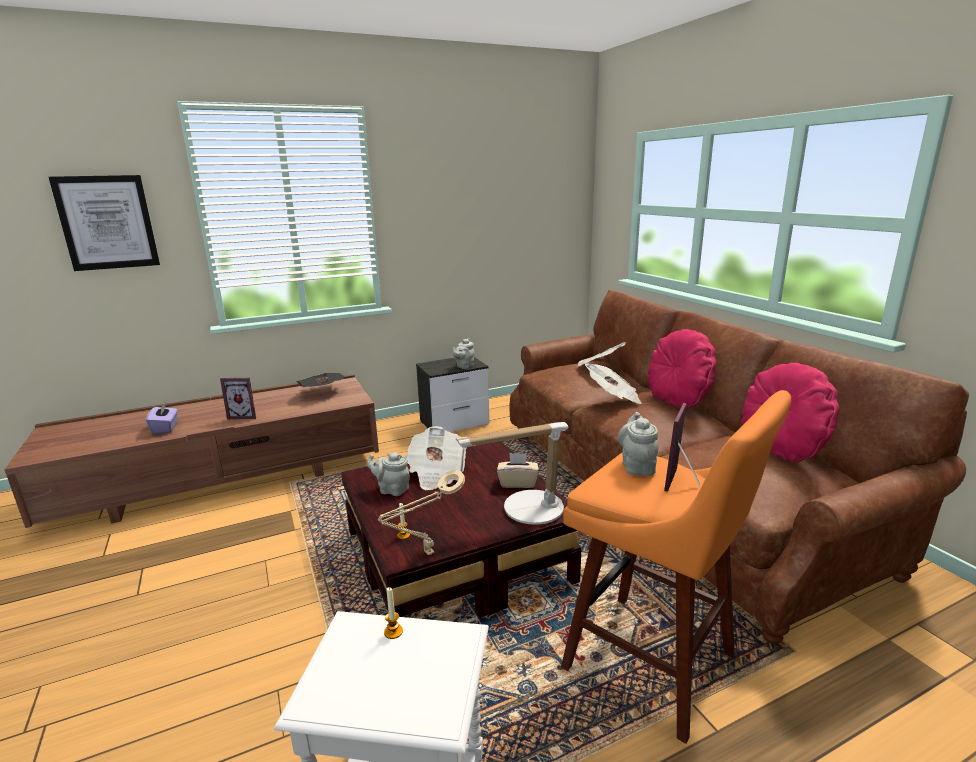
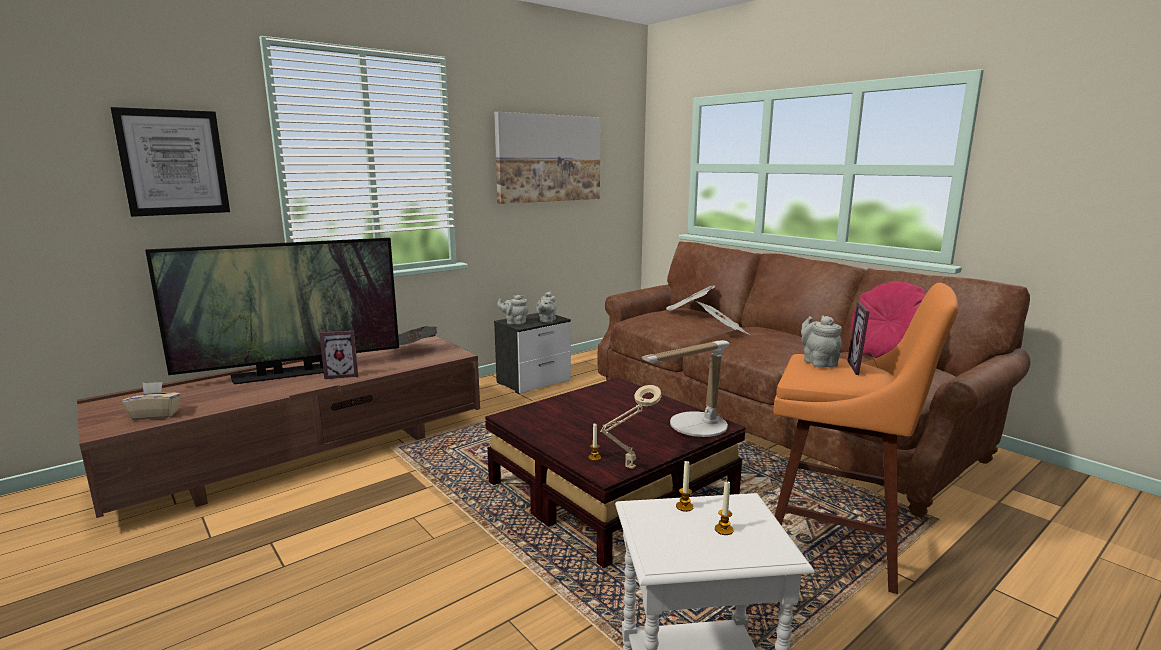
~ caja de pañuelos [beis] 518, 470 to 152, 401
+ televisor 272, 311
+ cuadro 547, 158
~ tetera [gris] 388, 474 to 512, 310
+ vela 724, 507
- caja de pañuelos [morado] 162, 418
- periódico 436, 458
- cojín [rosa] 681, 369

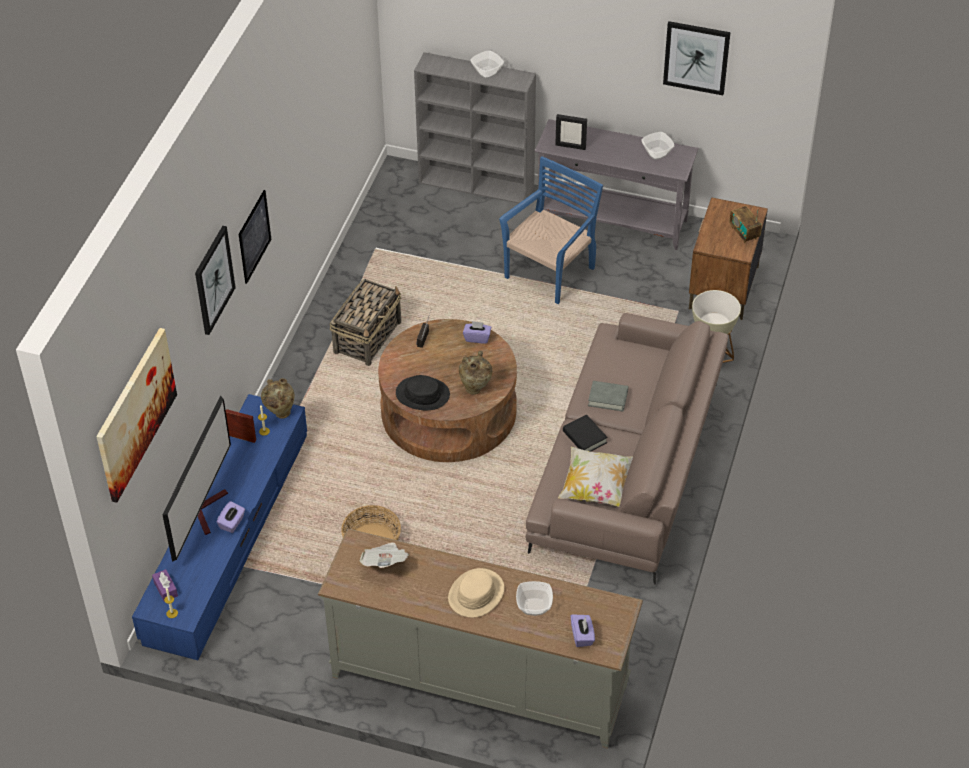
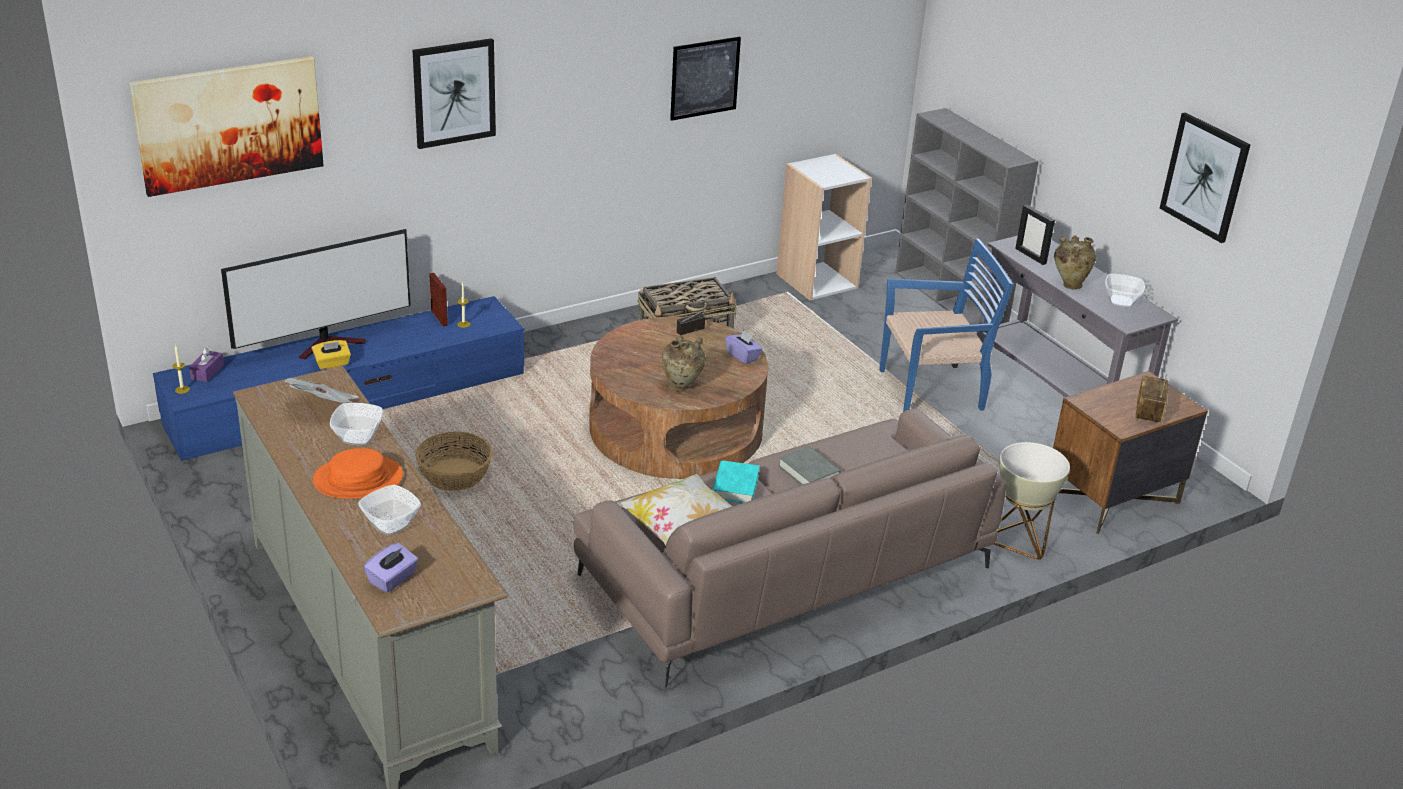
~ caja de pañuelos [morado] 231, 517 to caja de pañuelos [amarillo] 331, 355
~ sombrero [beis] 476, 593 to sombrero [naranja] 358, 473
~ cuenco 487, 64 to 356, 424
~ cuadro 255, 237 to 705, 79
~ libro [negro] 585, 433 to libro [turquesa] 736, 482
+ estantería 824, 227
~ florero [beis] 278, 398 to 1075, 262
- sombrero [negro] 423, 392

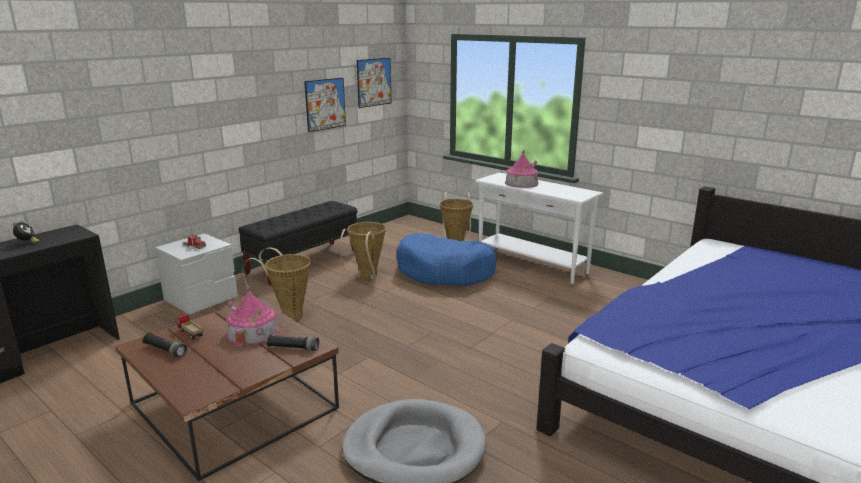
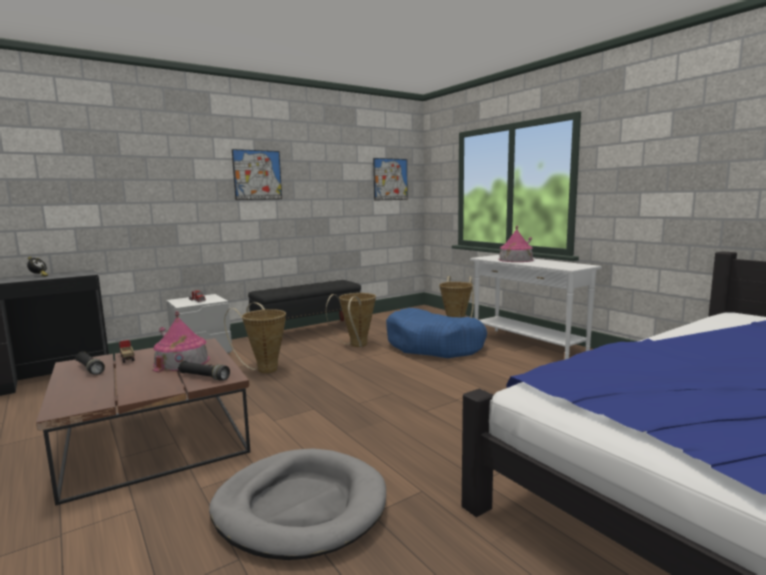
~ cuadro 325, 105 to 257, 174

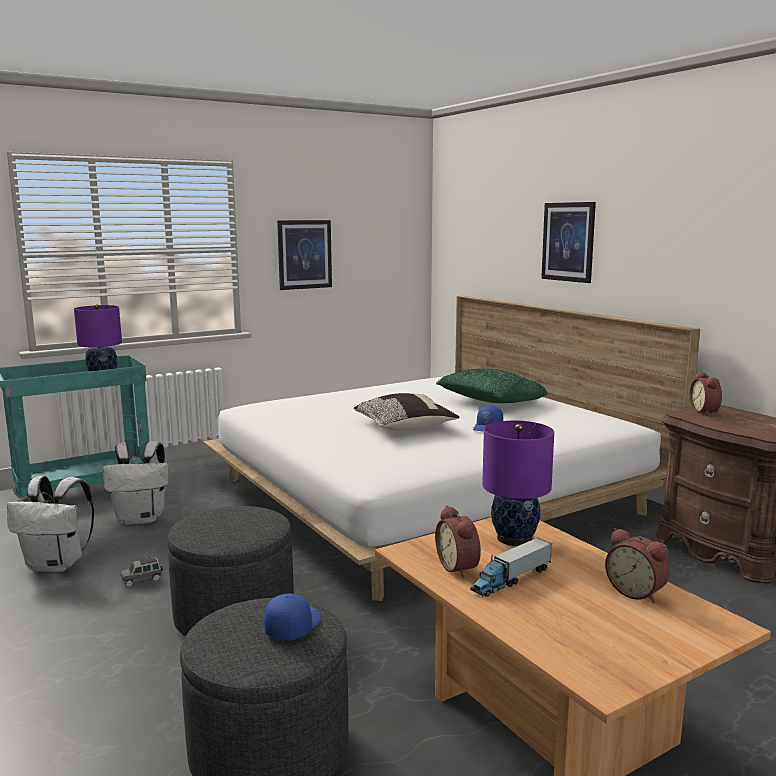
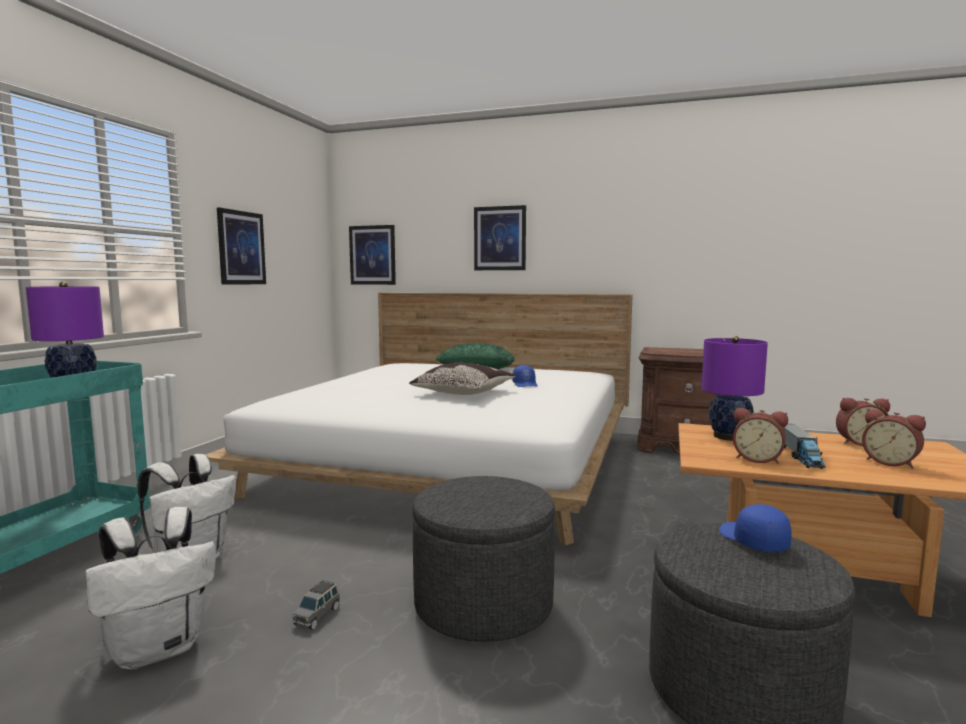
+ cuadro 372, 255
~ despertador 705, 393 to 894, 439

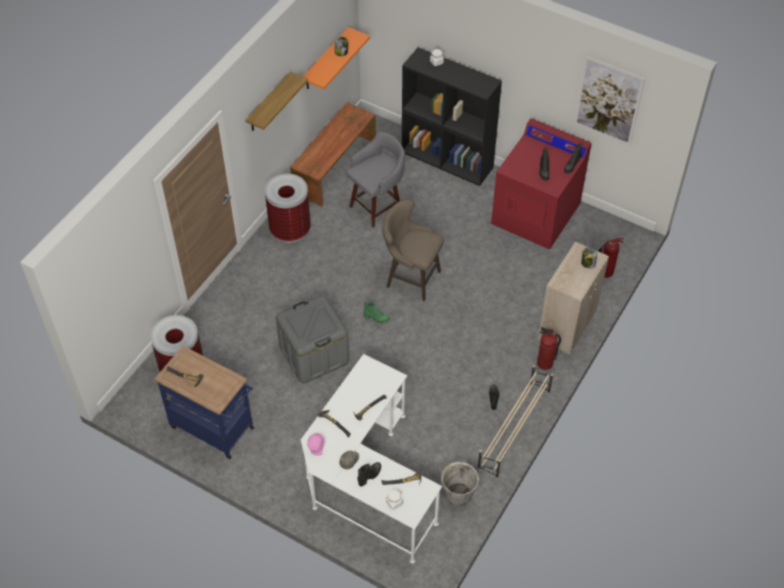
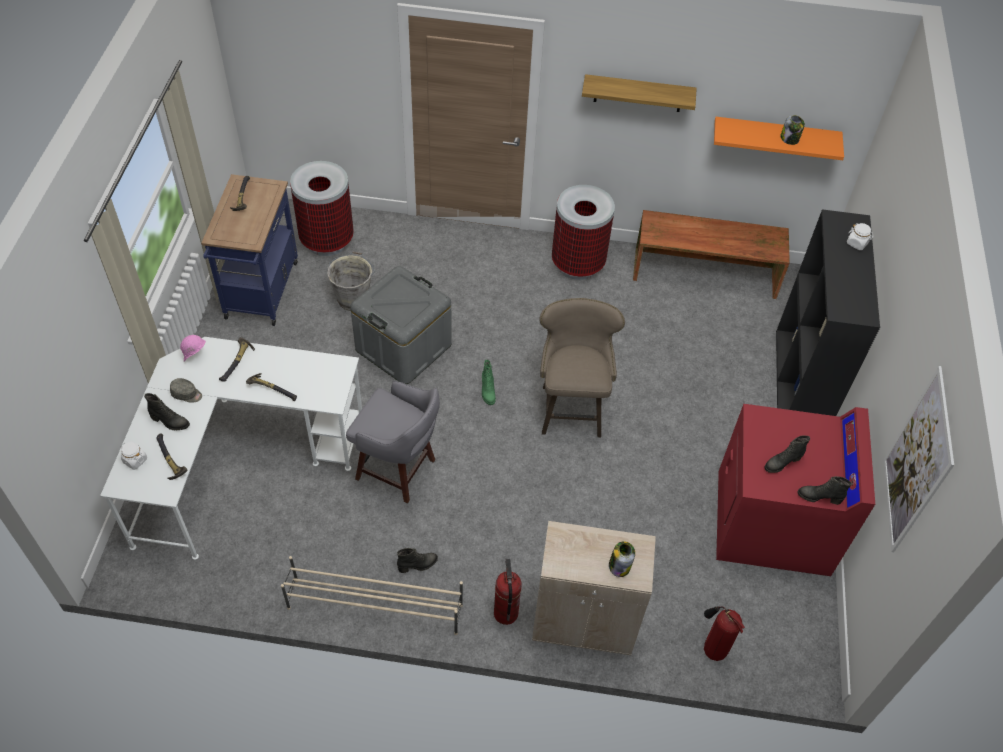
~ cubo [gris] 459, 483 to 351, 281
~ taburete [gris] 375, 179 to 393, 442

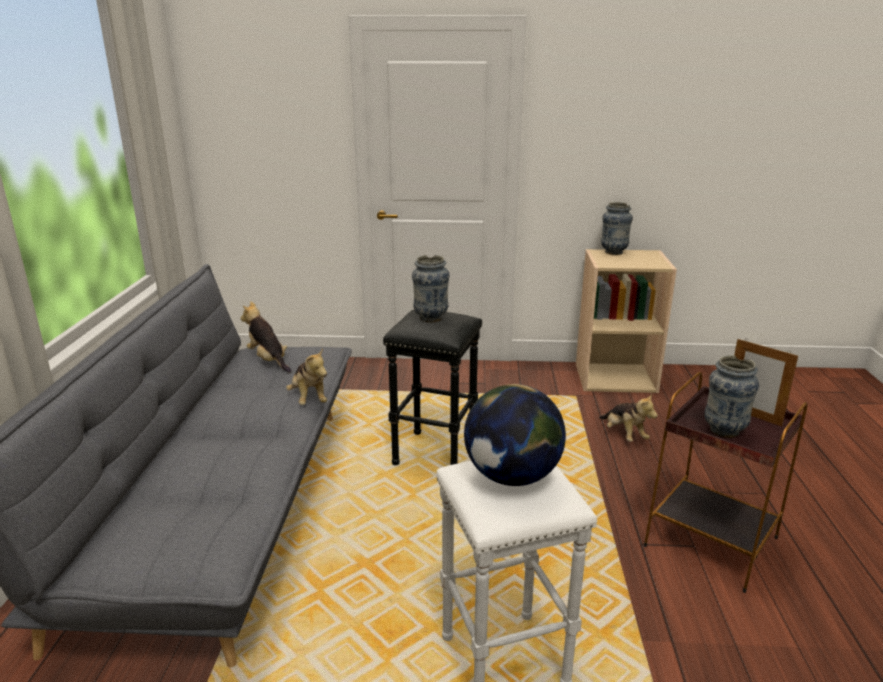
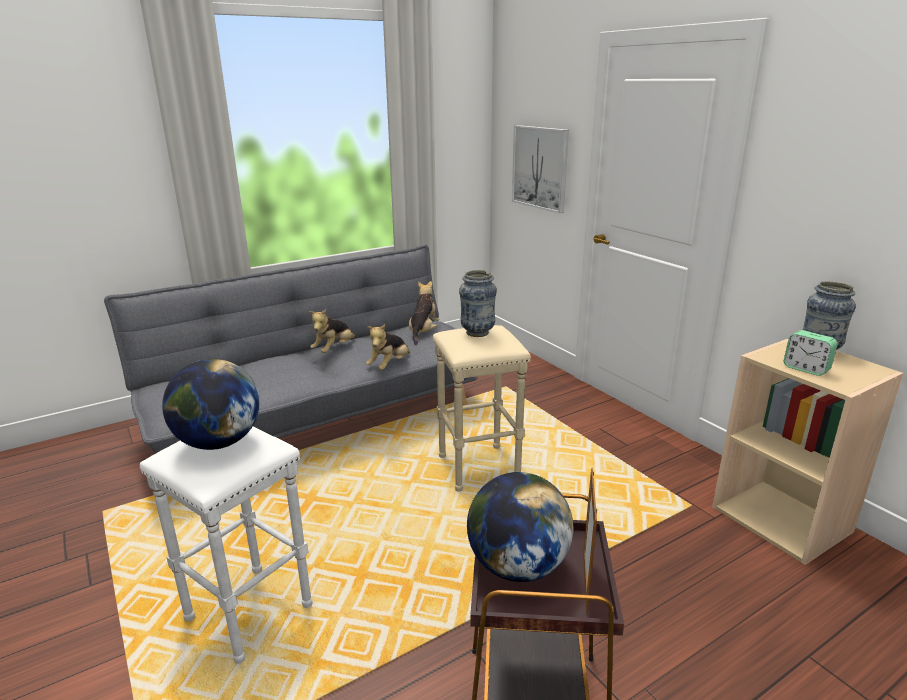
~ peluche 628, 418 to 332, 331
~ taburete [negro] 432, 387 to taburete [beis] 482, 408
~ florero 731, 396 to globo terráqueo 520, 527
+ cuadro 540, 169
+ despertador 811, 353

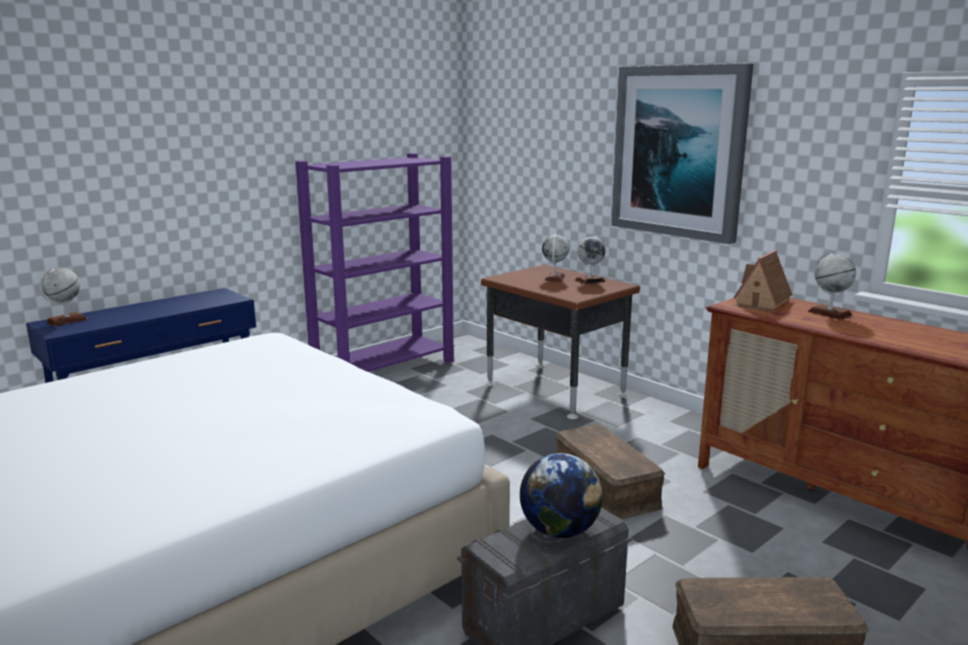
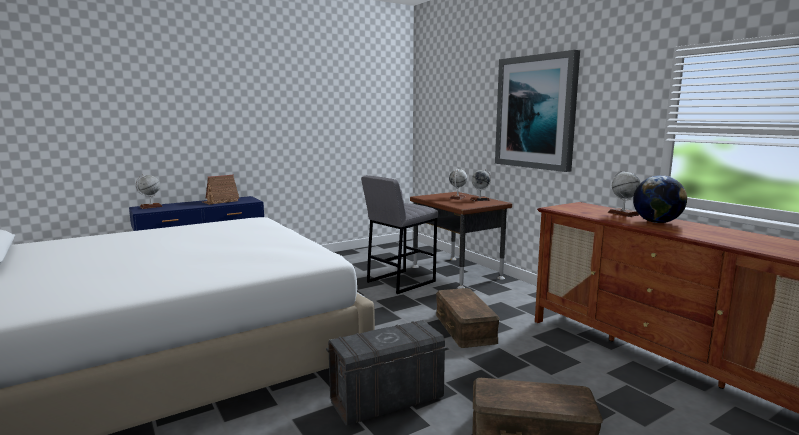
~ casita 762, 281 to 221, 189
+ taburete [gris] 399, 234
~ globo terráqueo 561, 495 to 660, 199
- estantería [morado] 374, 262

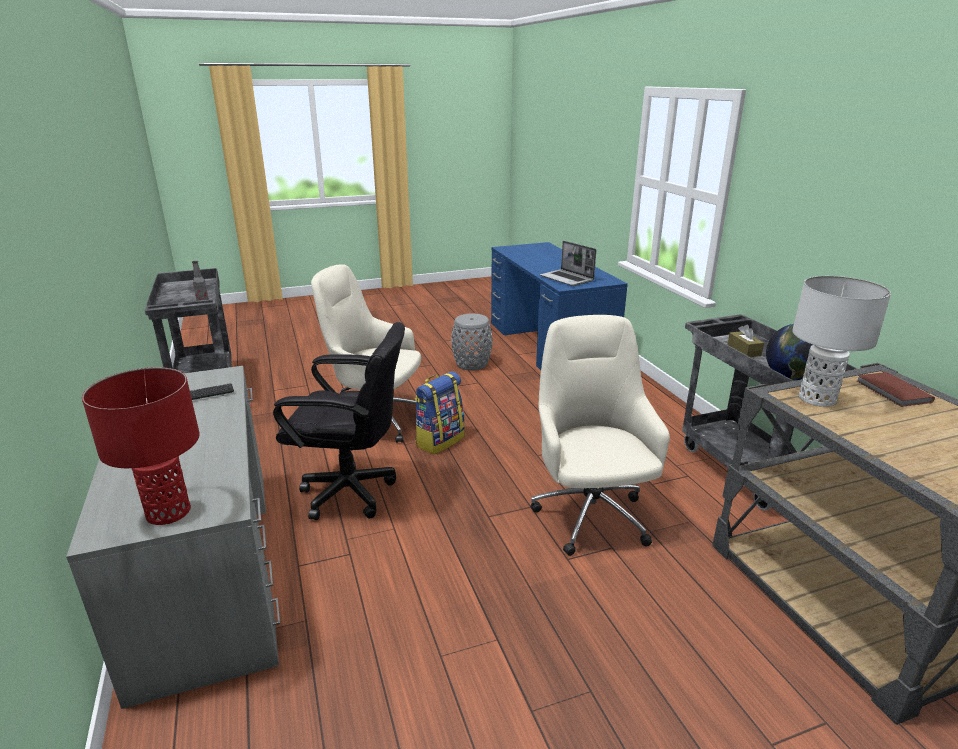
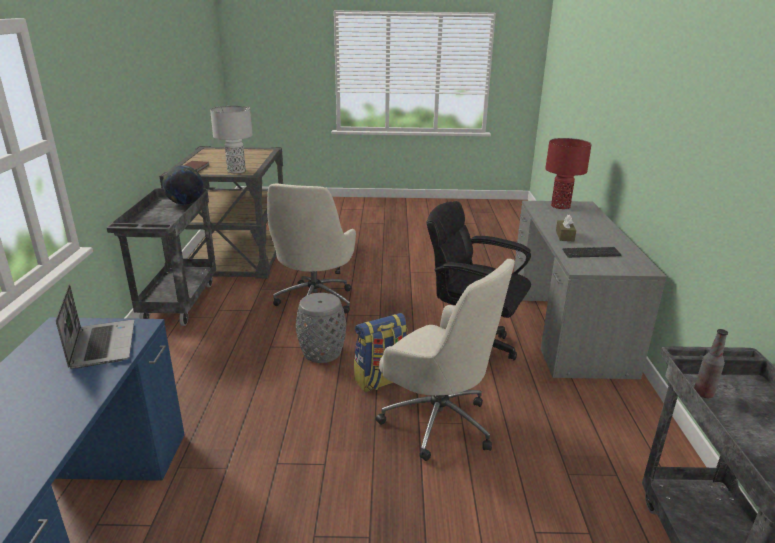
~ taburete [gris] 472, 342 to 321, 328
~ caja de pañuelos [marrón] 745, 341 to 566, 227

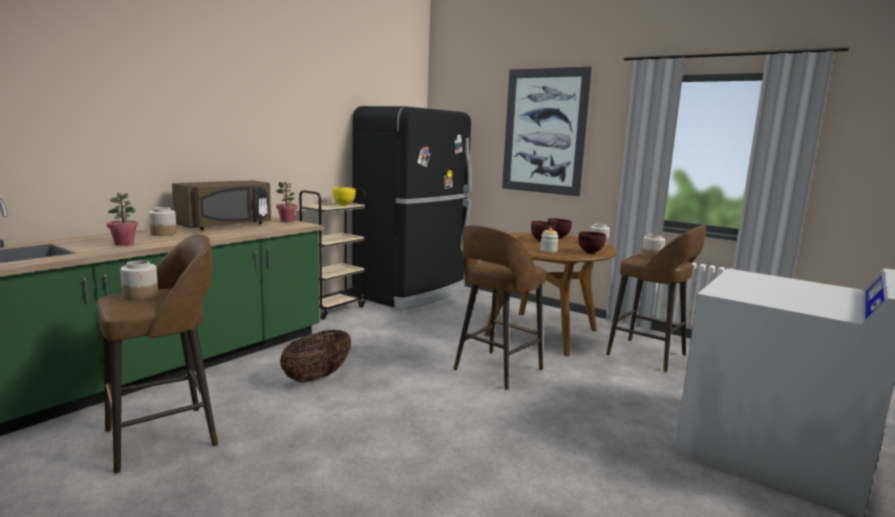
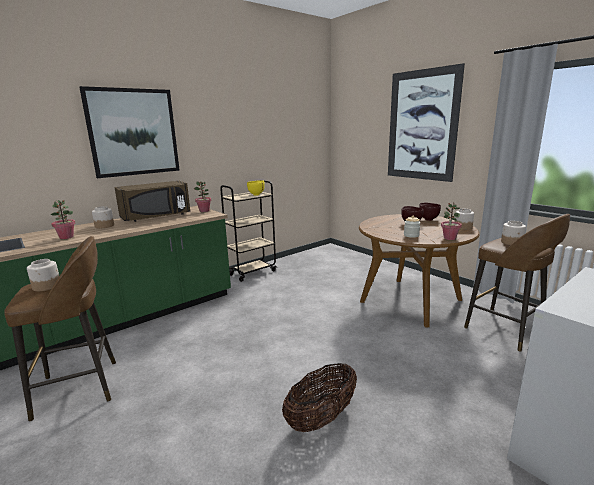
+ cuadro 129, 132
~ cesta 315, 356 to 319, 397
~ cuenco [marrón] 592, 242 to planta en maceta 451, 221
- nevera [negro] 412, 208
- taburete [marrón] 499, 307

